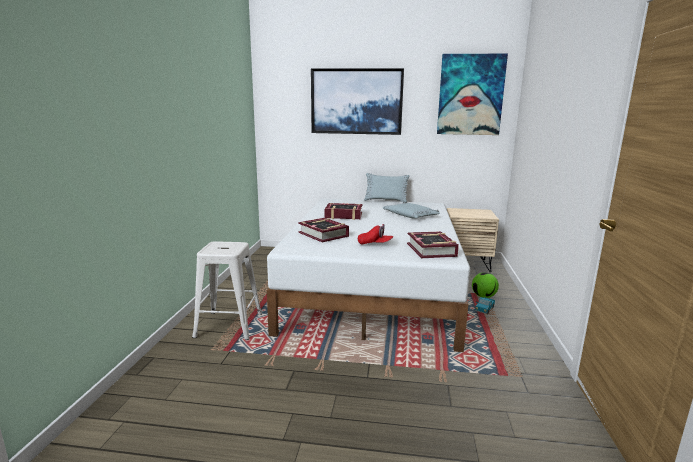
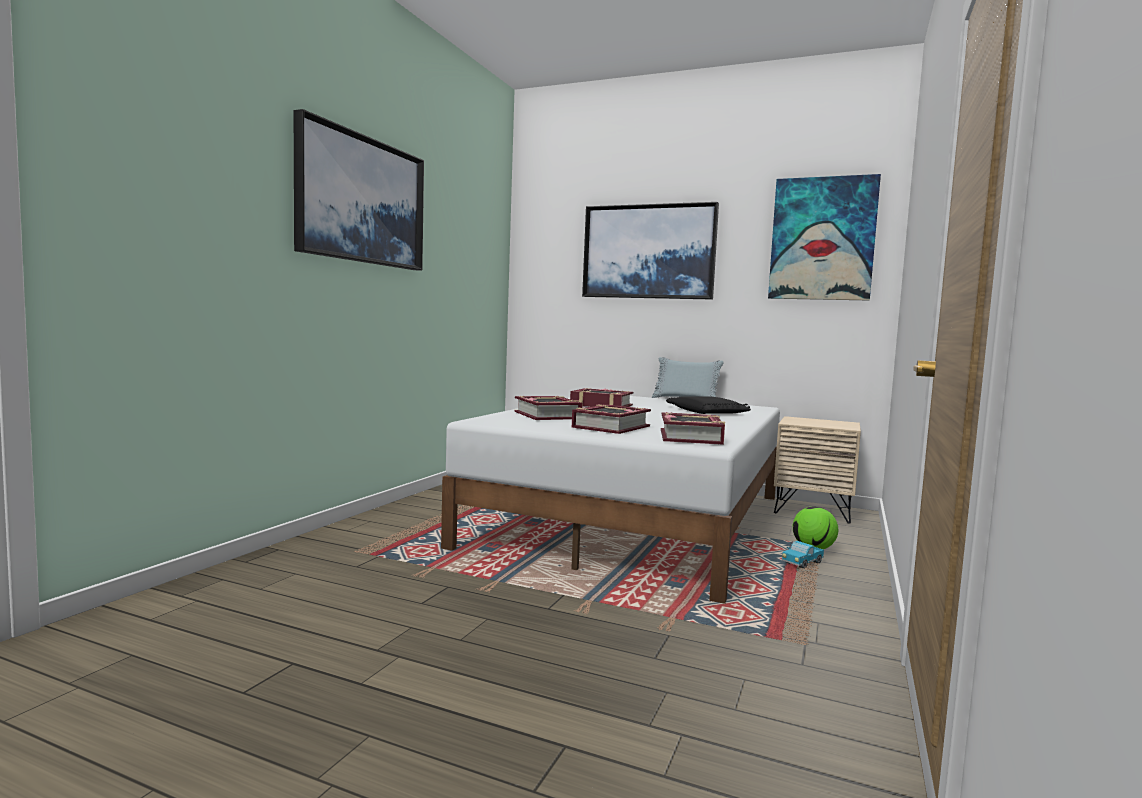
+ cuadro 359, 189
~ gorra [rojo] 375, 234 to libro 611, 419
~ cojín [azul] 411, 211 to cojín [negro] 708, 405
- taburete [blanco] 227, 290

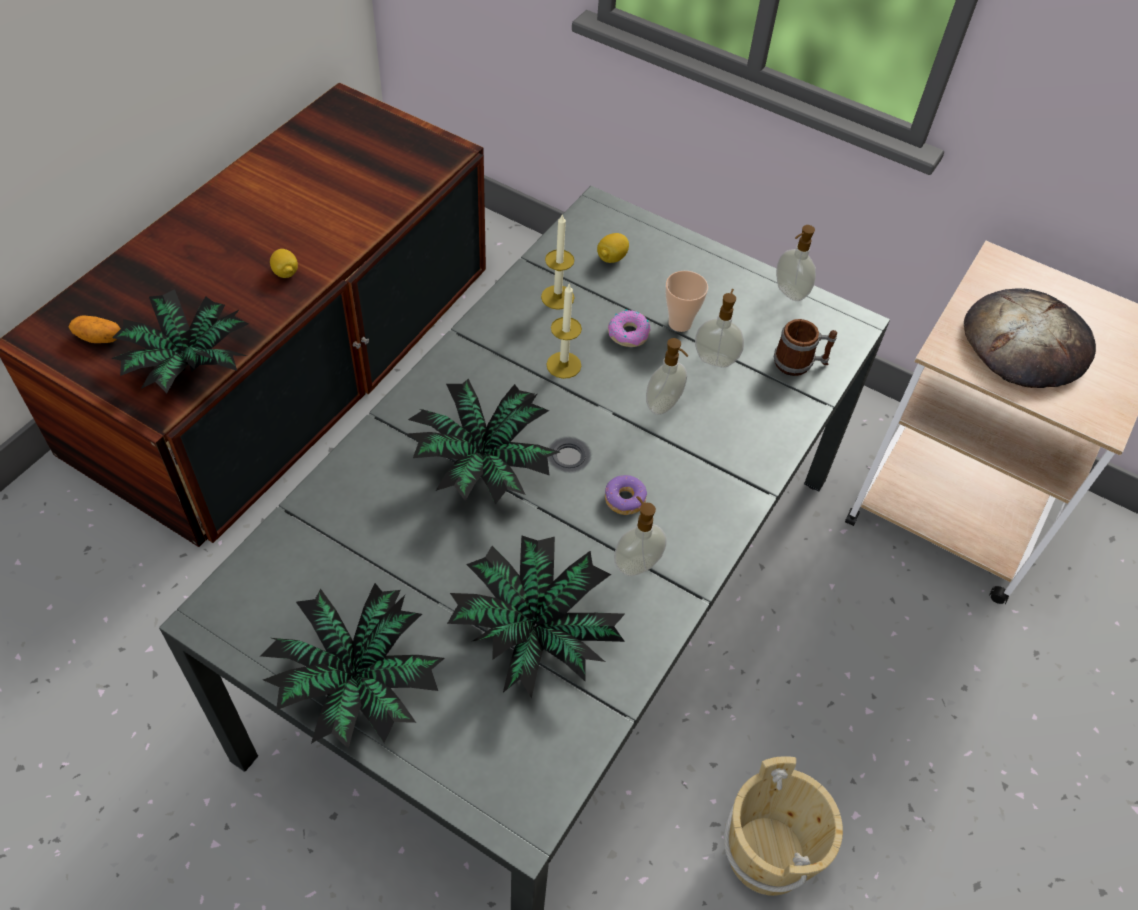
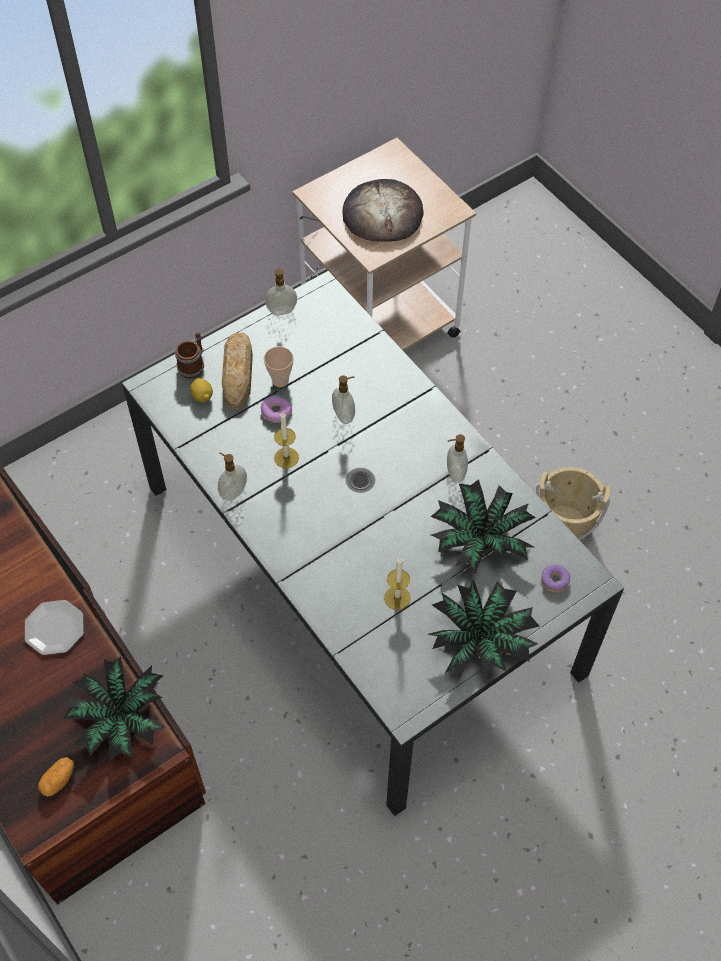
~ limón 284, 263 to plato 54, 627
~ taza grande 805, 347 to 189, 355
~ dispensador de jabón 719, 328 to 232, 476
+ pan 237, 371
~ vela 558, 262 to 397, 584
~ rosquilla 626, 495 to 555, 578
- planta en maceta 484, 442

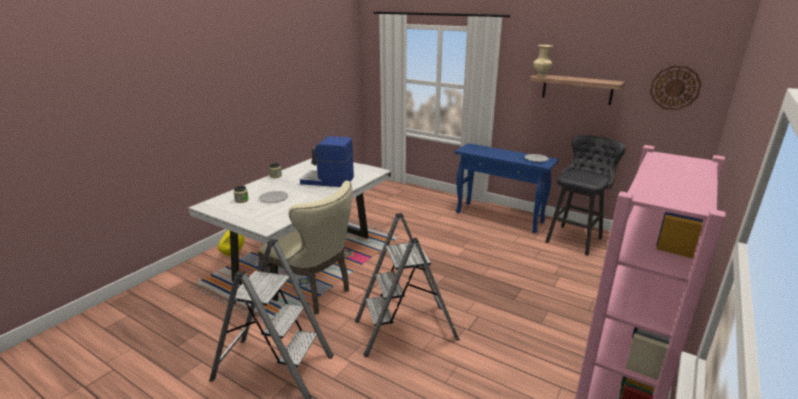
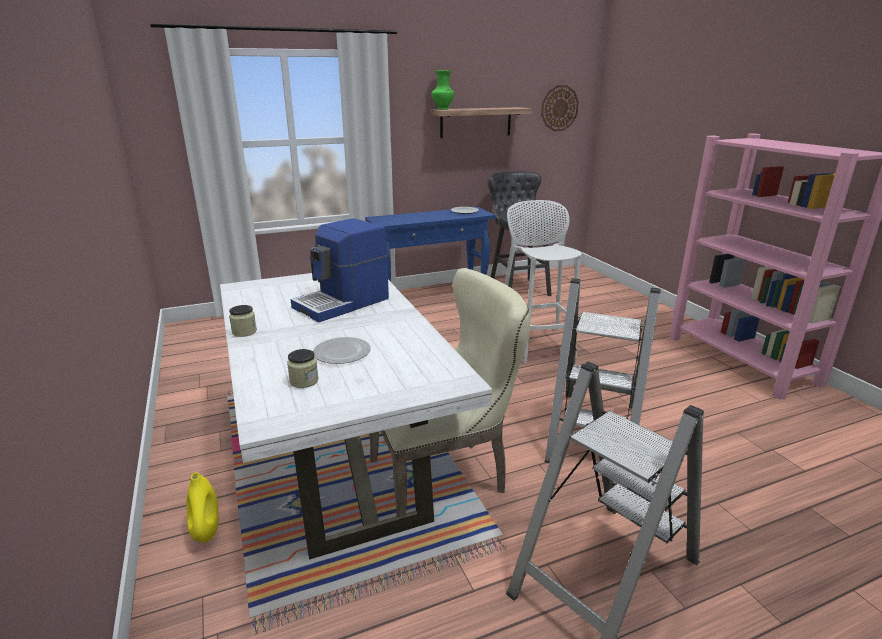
~ florero [beis] 543, 60 to florero [verde] 442, 90
+ taburete [blanco] 543, 282

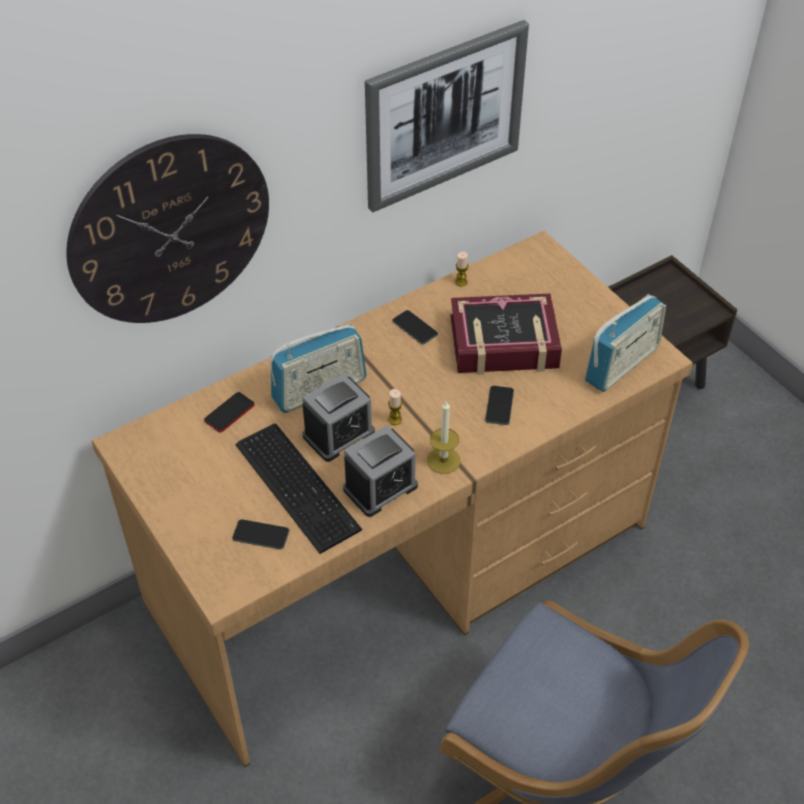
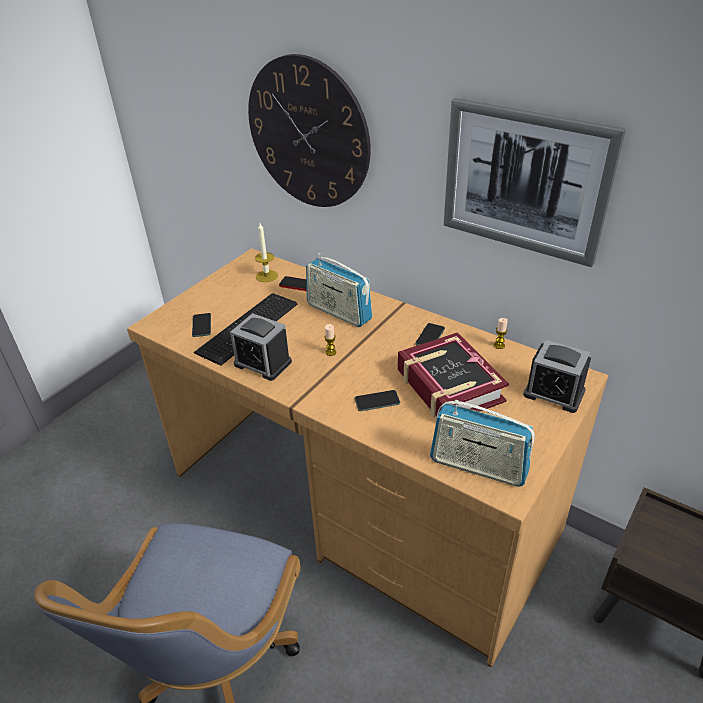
~ vela 444, 437 to 266, 252
~ despertador 338, 417 to 557, 376

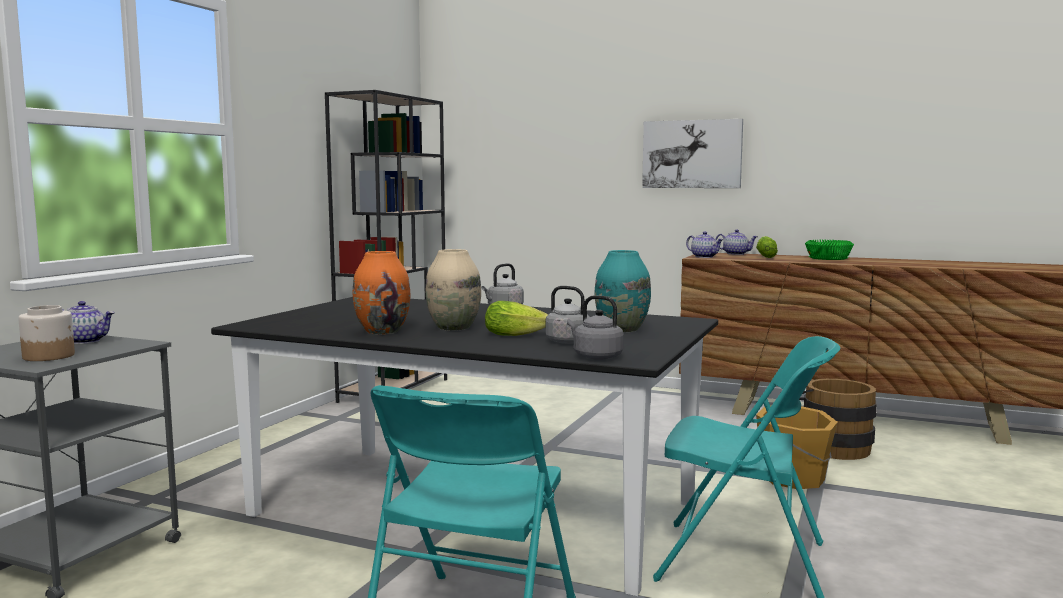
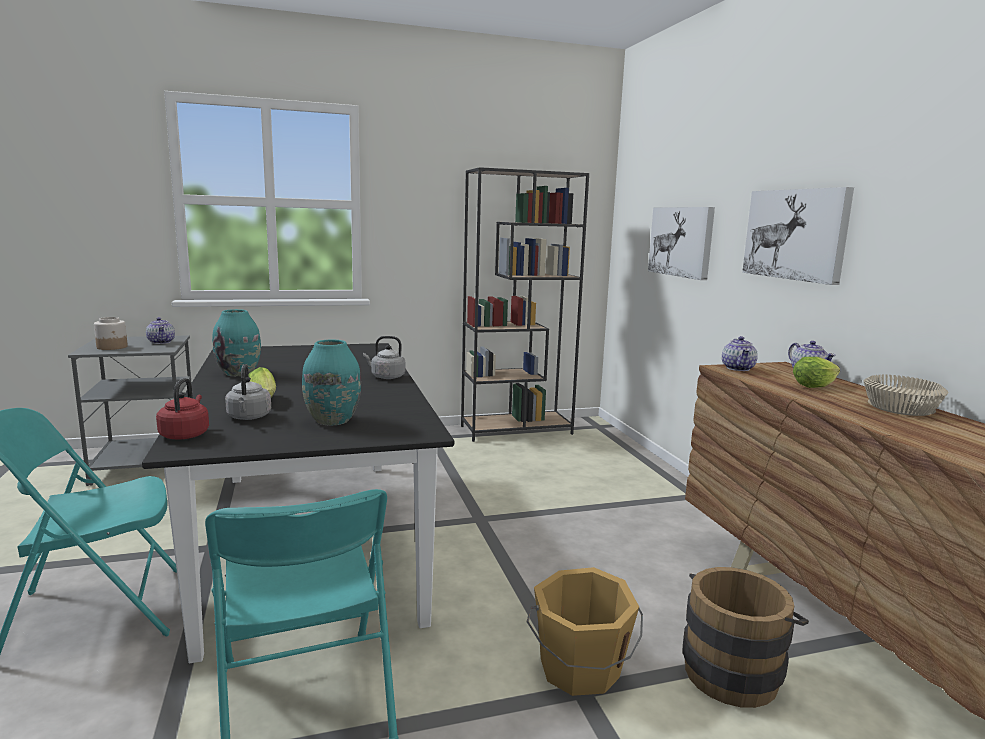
~ hervidor [gris] 595, 327 to hervidor [rojo] 182, 408
~ florero [naranja] 381, 292 to florero [turquesa] 236, 342
+ cuadro 681, 243
~ cuenco [verde] 829, 250 to cuenco [beis] 906, 395
- florero [beis] 453, 290

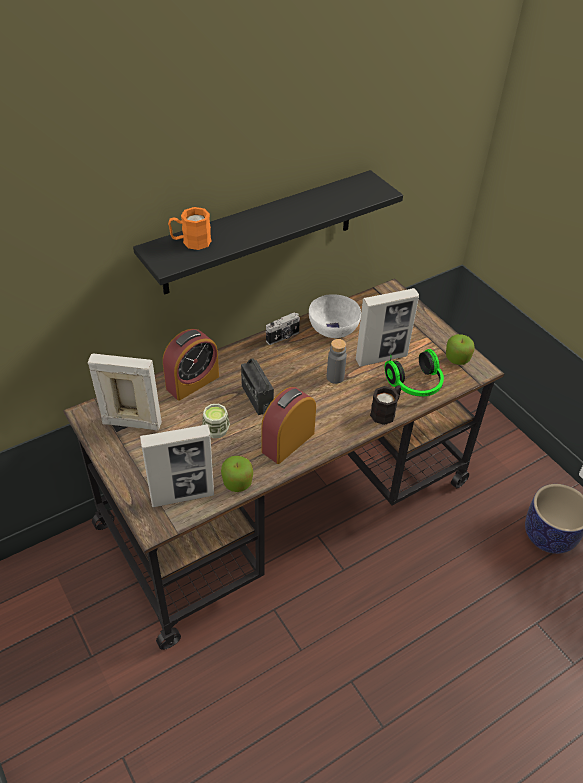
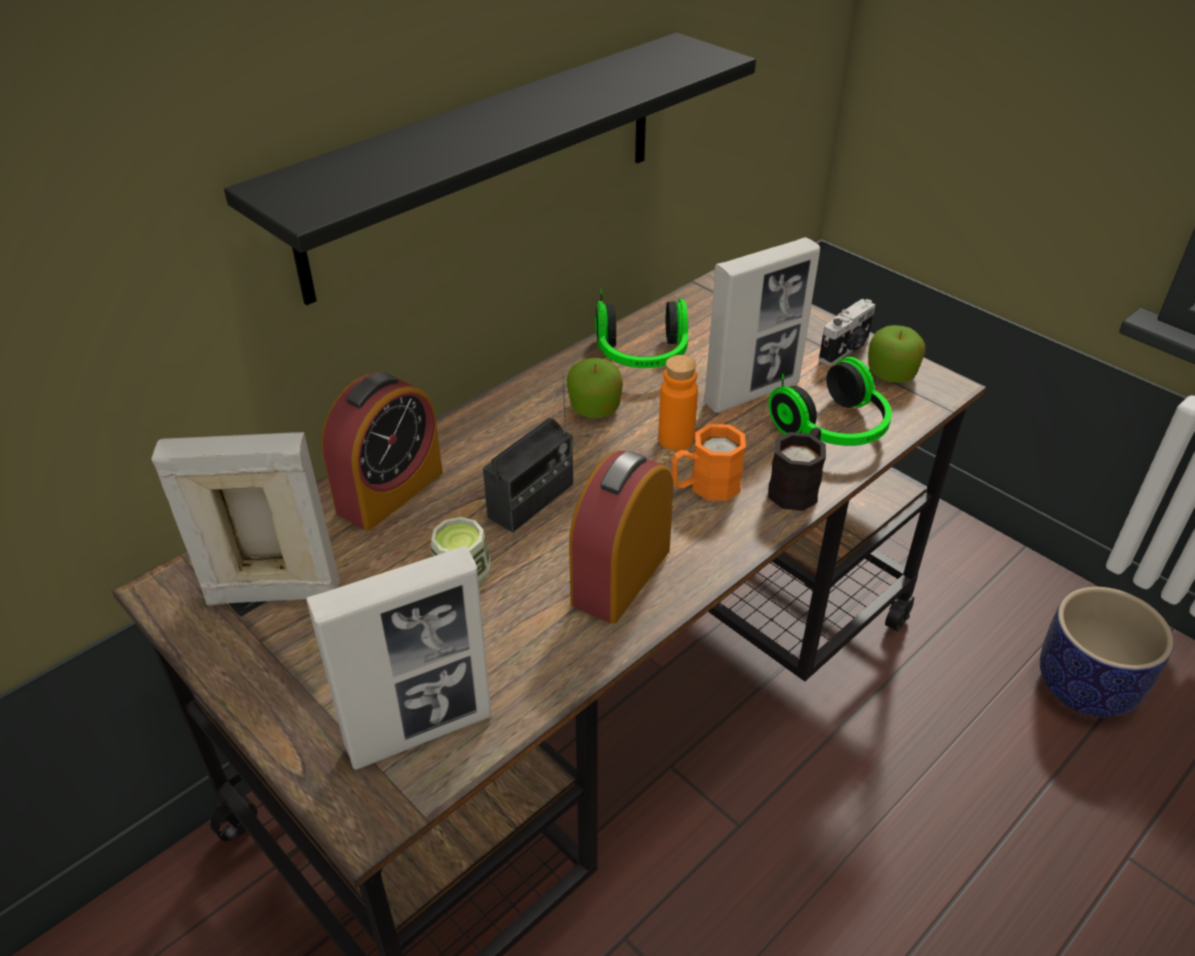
~ radio 257, 386 = 528, 453 105 degrees counterclockwise
~ manzana 237, 474 to 595, 388
~ cuenco [blanco] 335, 316 to auriculares 641, 328
~ botella [gris] 337, 361 to botella [naranja] 678, 403
~ taza grande [naranja] 190, 228 to 709, 462
~ cámara 283, 328 to 847, 332

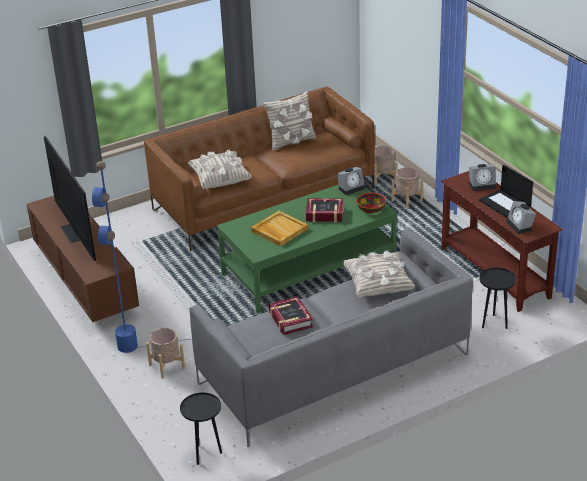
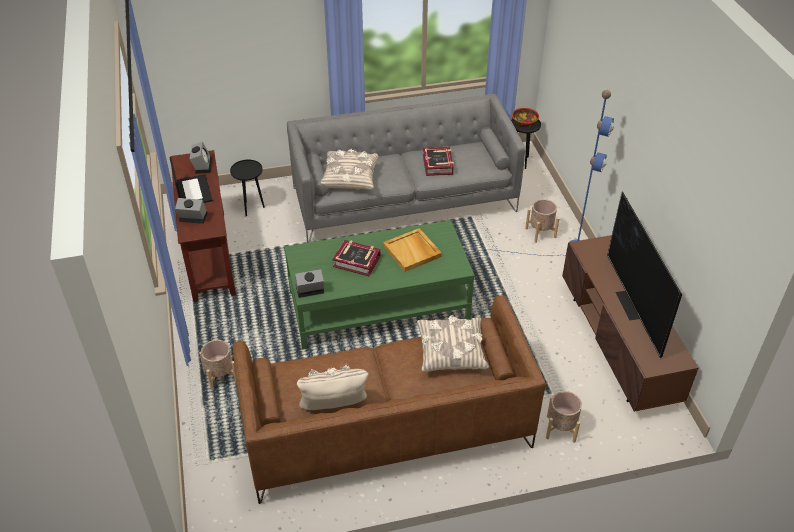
~ cuenco 371, 203 to 525, 117
~ maceta [beis] 383, 165 to 564, 417

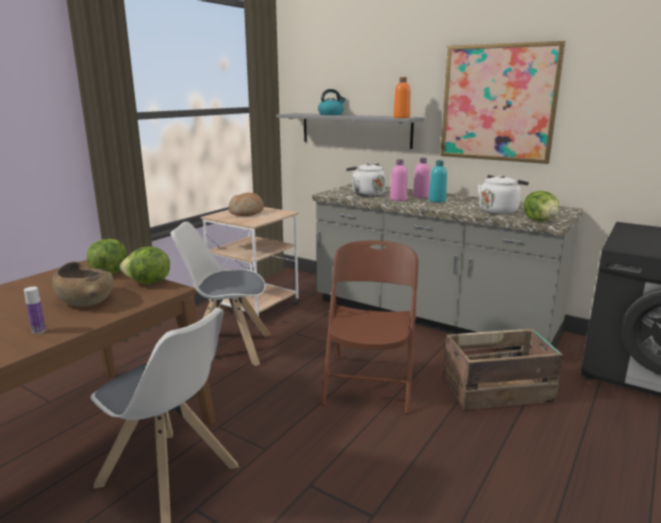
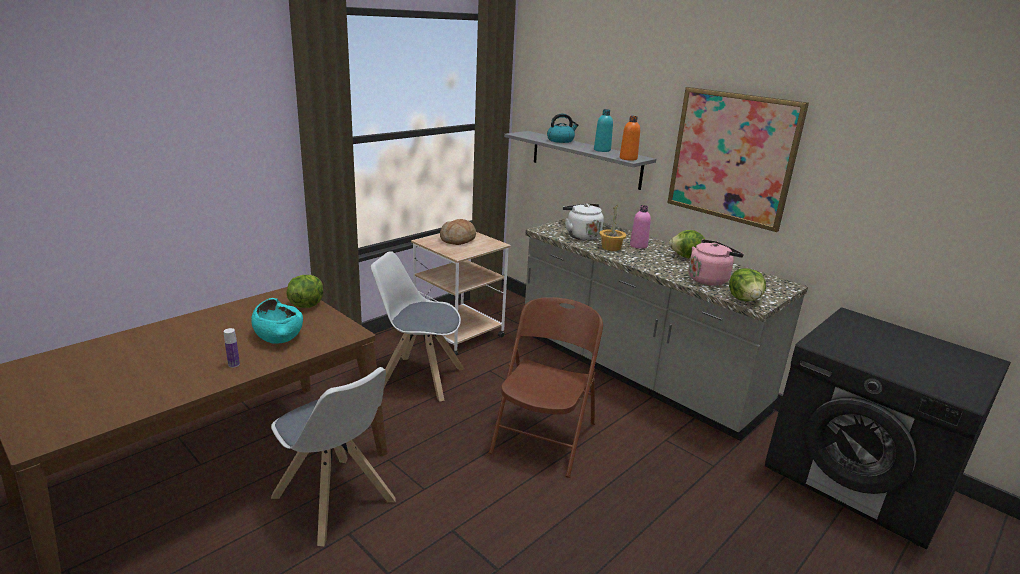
~ cuenco [marrón] 82, 284 to cuenco [turquesa] 277, 321
~ botella [turquesa] 438, 181 to 603, 130
~ botella [rosa] 398, 180 to planta en maceta 612, 228
~ lechuga 145, 265 to 687, 244
~ hervidor [blanco] 503, 195 to hervidor [rosa] 716, 262
- caja de embalaje 503, 369

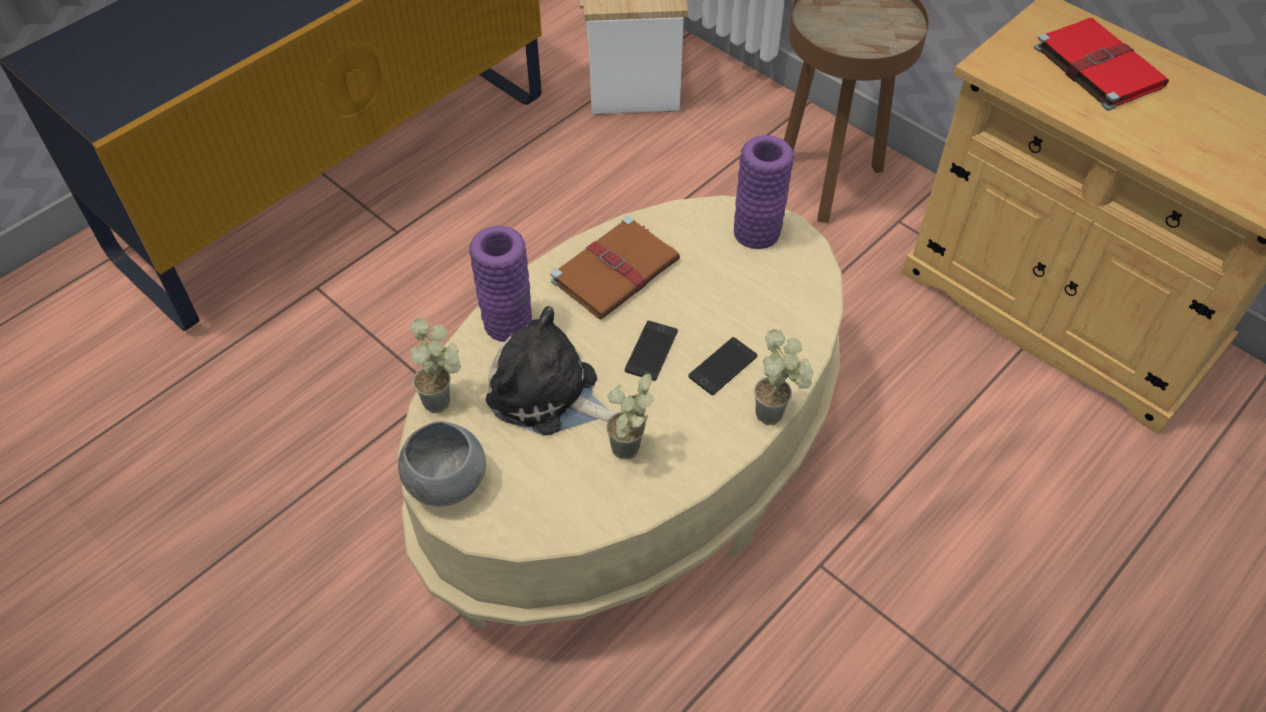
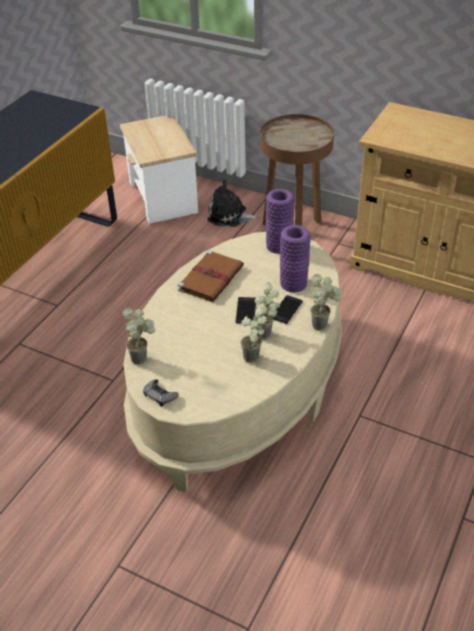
~ cuenco [gris] 442, 464 to mando de consola [gris] 161, 393
~ peluche 550, 371 to 233, 203
+ planta en maceta 266, 311
~ florero [morado] 500, 284 to 295, 258
- libro [rojo] 1101, 64

